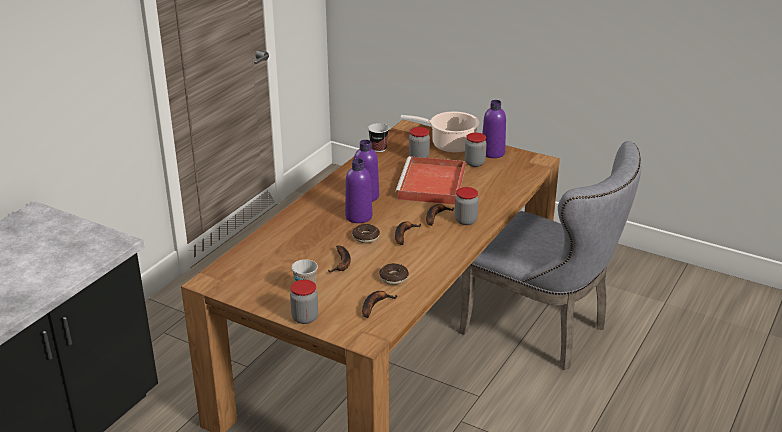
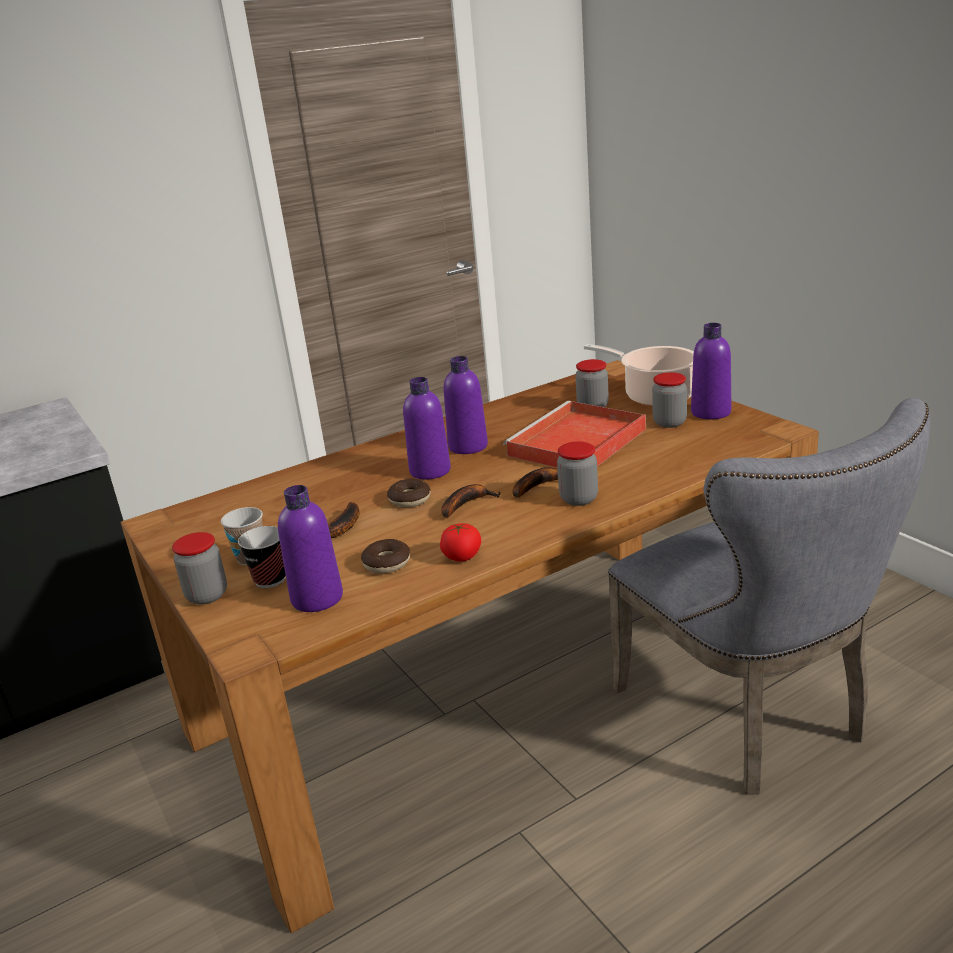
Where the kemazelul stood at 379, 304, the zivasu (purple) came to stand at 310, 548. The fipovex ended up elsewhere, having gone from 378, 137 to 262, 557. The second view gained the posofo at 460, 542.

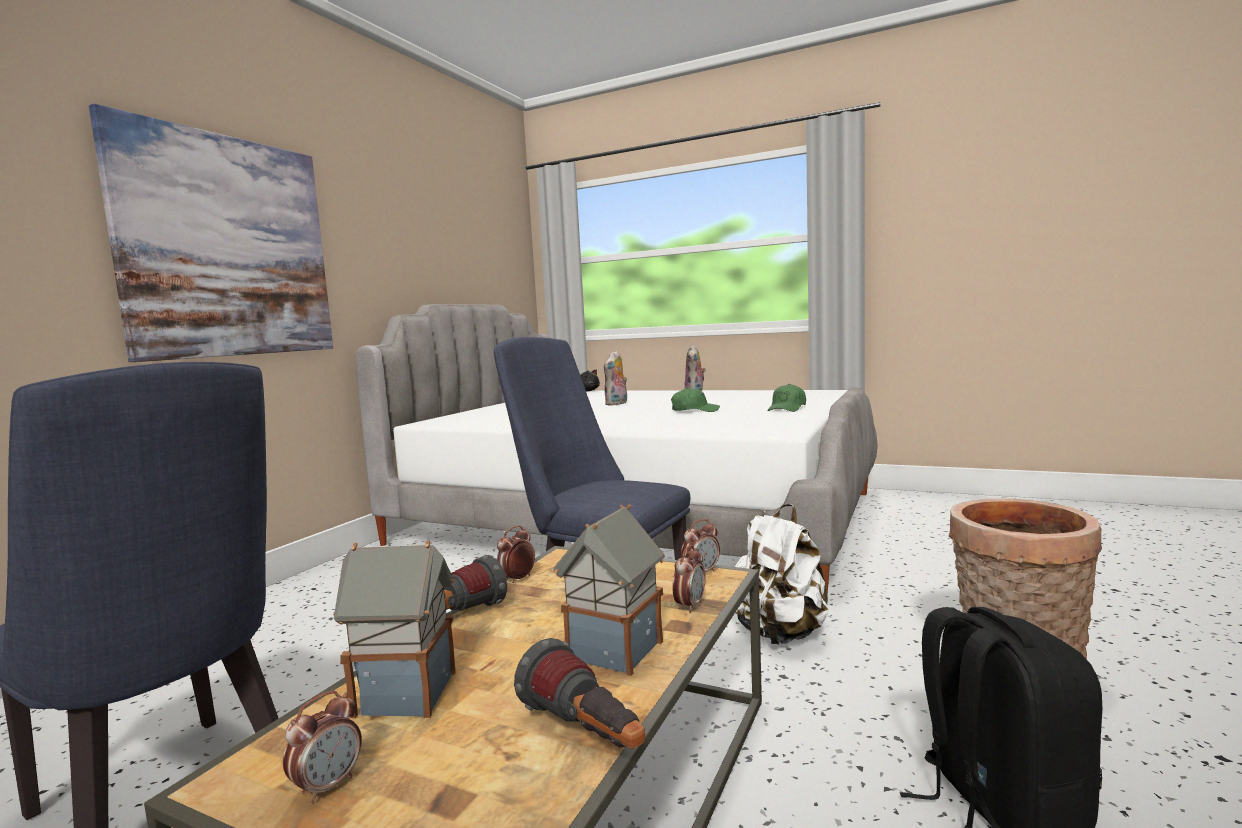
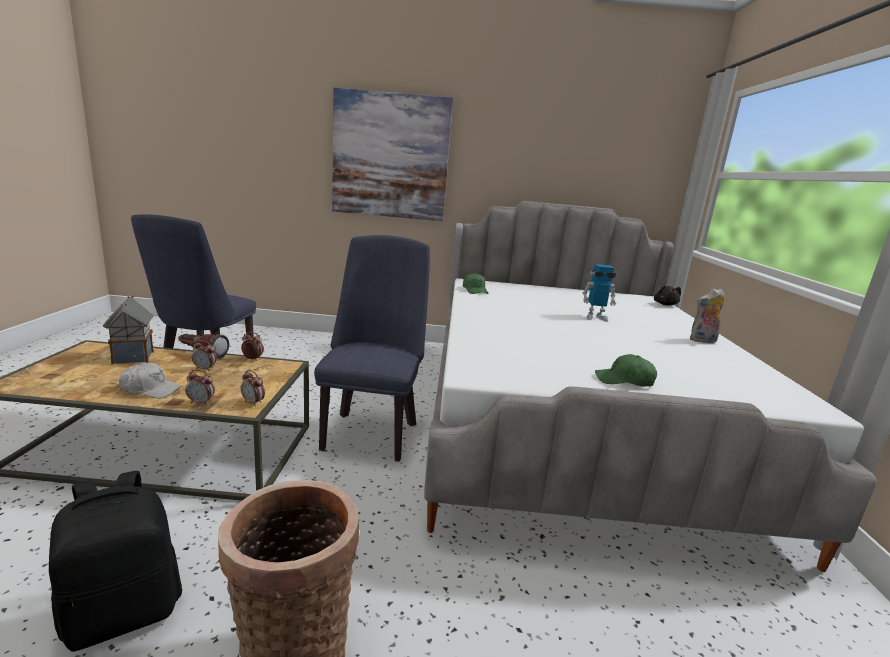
The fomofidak ended up elsewhere, having gone from 322, 747 to 204, 355. The second view lost the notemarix at 579, 693. Where the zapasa stood at 609, 590, the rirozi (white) came to stand at 150, 381. Where the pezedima stood at 615, 378, the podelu came to stand at 599, 293. The rirozi (green) ended up elsewhere, having gone from 695, 399 to 476, 283. The second view lost the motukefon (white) at 782, 574.

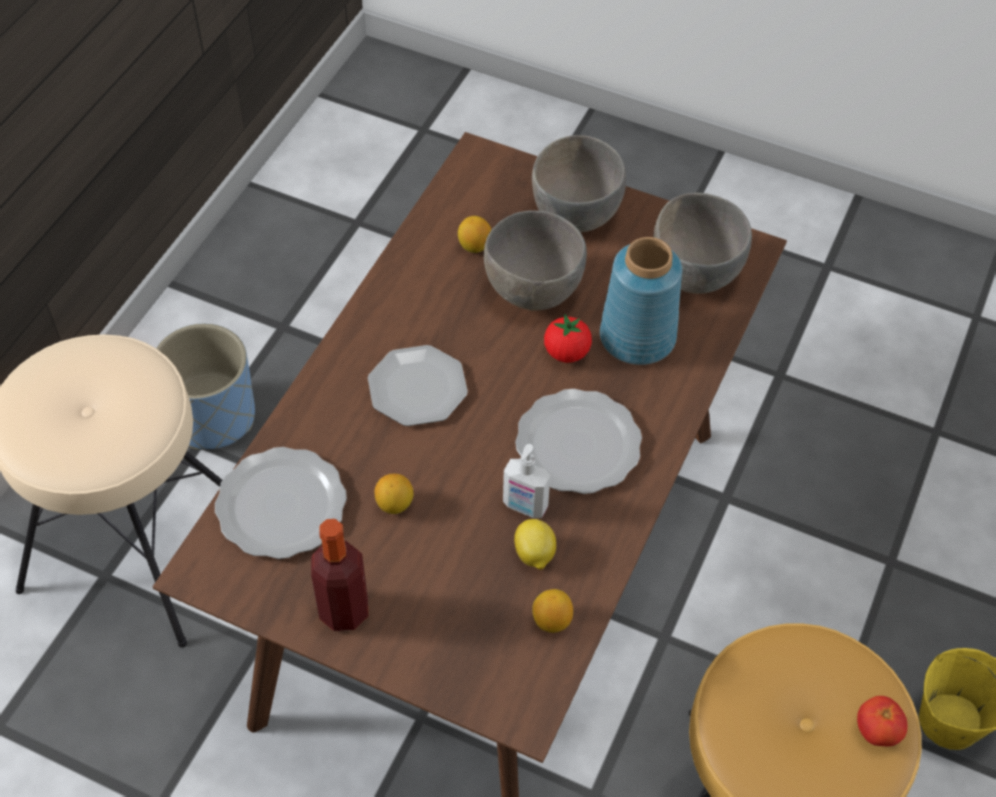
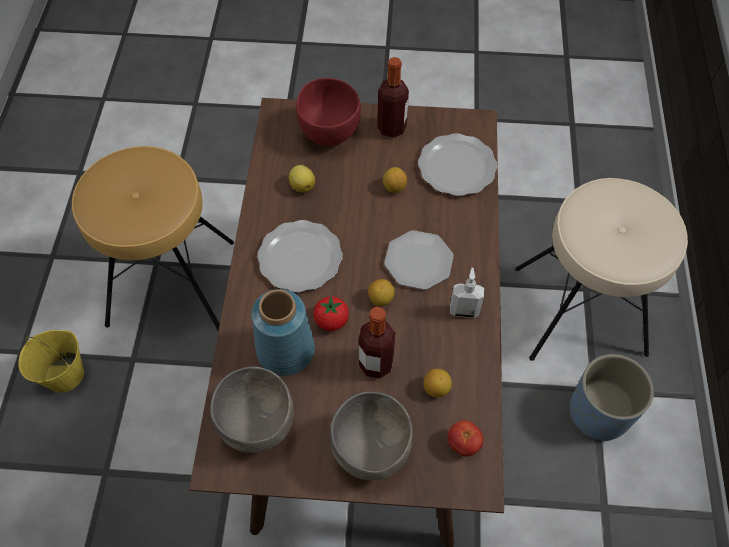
Where the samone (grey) stood at 535, 260, the zivasu came to stand at 377, 343. The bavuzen ended up elsewhere, having gone from 526, 481 to 467, 292. The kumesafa ended up elsewhere, having gone from 552, 611 to 381, 292. The posofo ended up elsewhere, having gone from 882, 721 to 466, 438. The second view gained the samone (red) at 328, 112.

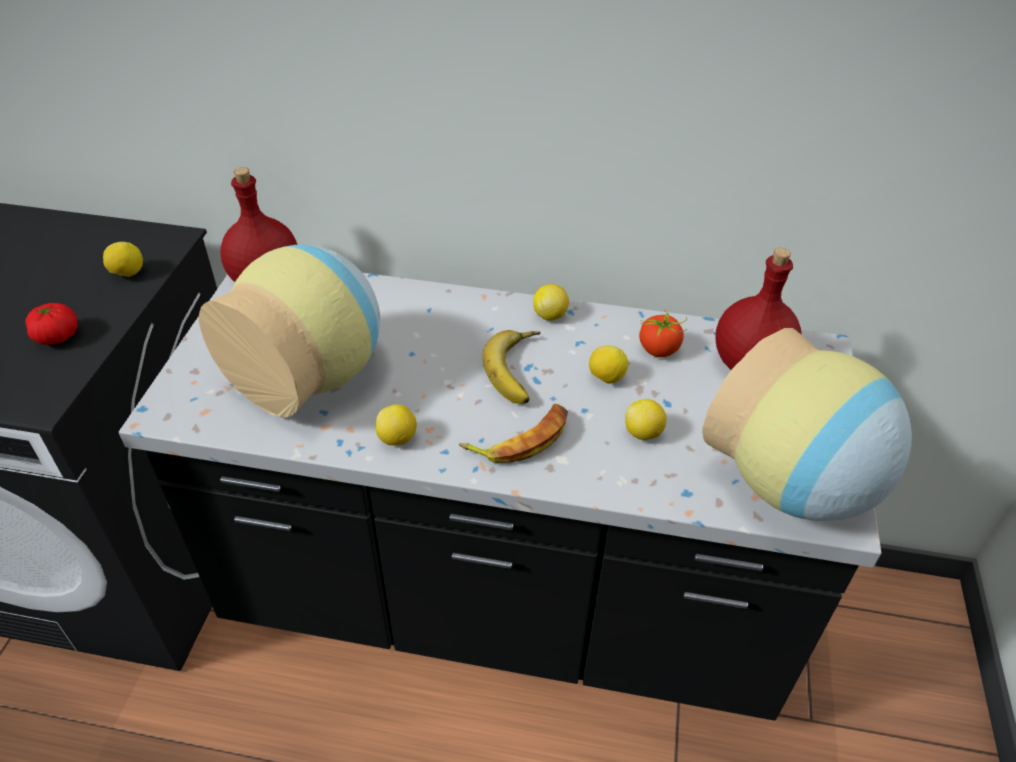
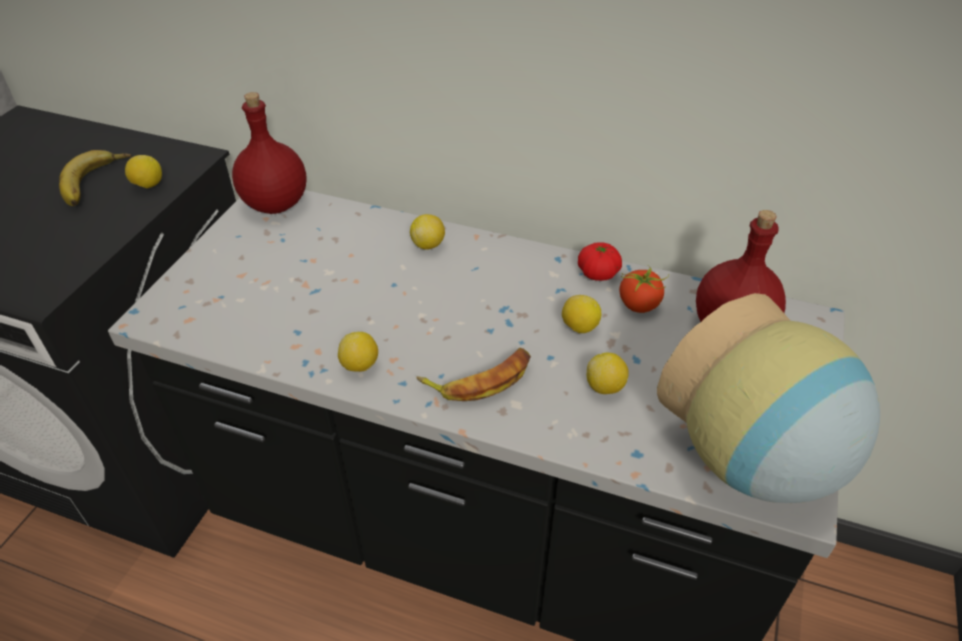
The posofo ended up elsewhere, having gone from 51, 324 to 600, 261. The second view lost the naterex at 289, 331. The kemazelul ended up elsewhere, having gone from 511, 367 to 95, 178. The kumesafa ended up elsewhere, having gone from 551, 302 to 427, 232.

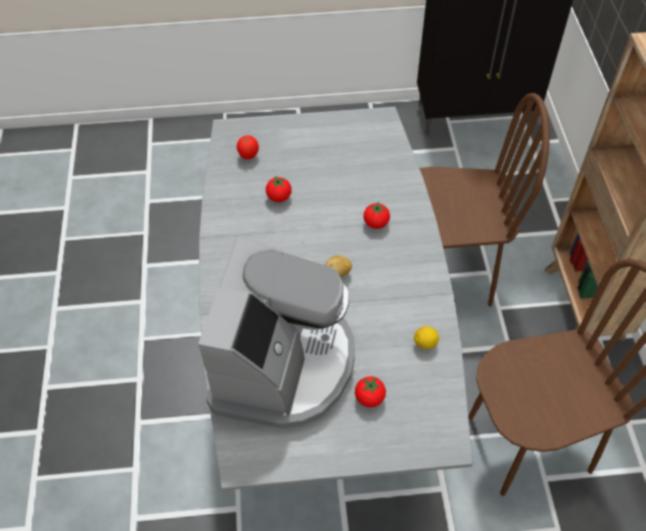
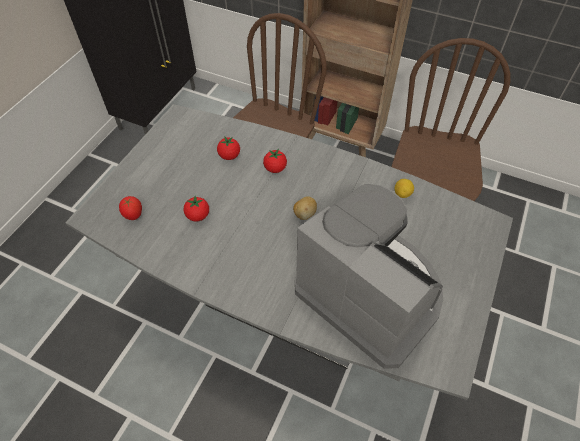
The posofo ended up elsewhere, having gone from 370, 391 to 228, 148.

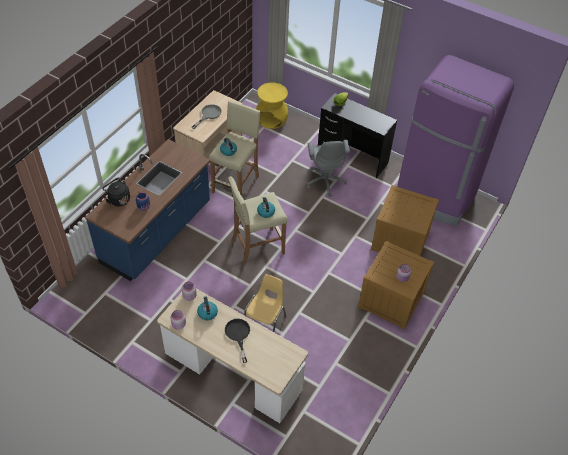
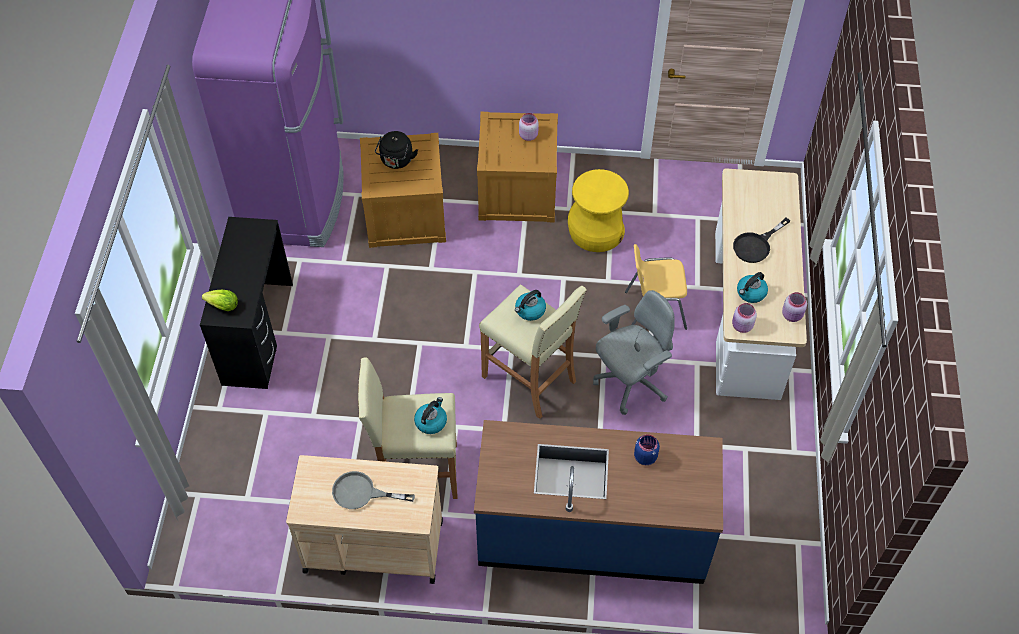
The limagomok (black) ended up elsewhere, having gone from 116, 192 to 396, 150. The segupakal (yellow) ended up elsewhere, having gone from 272, 105 to 598, 210. The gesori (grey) ended up elsewhere, having gone from 328, 168 to 634, 352.

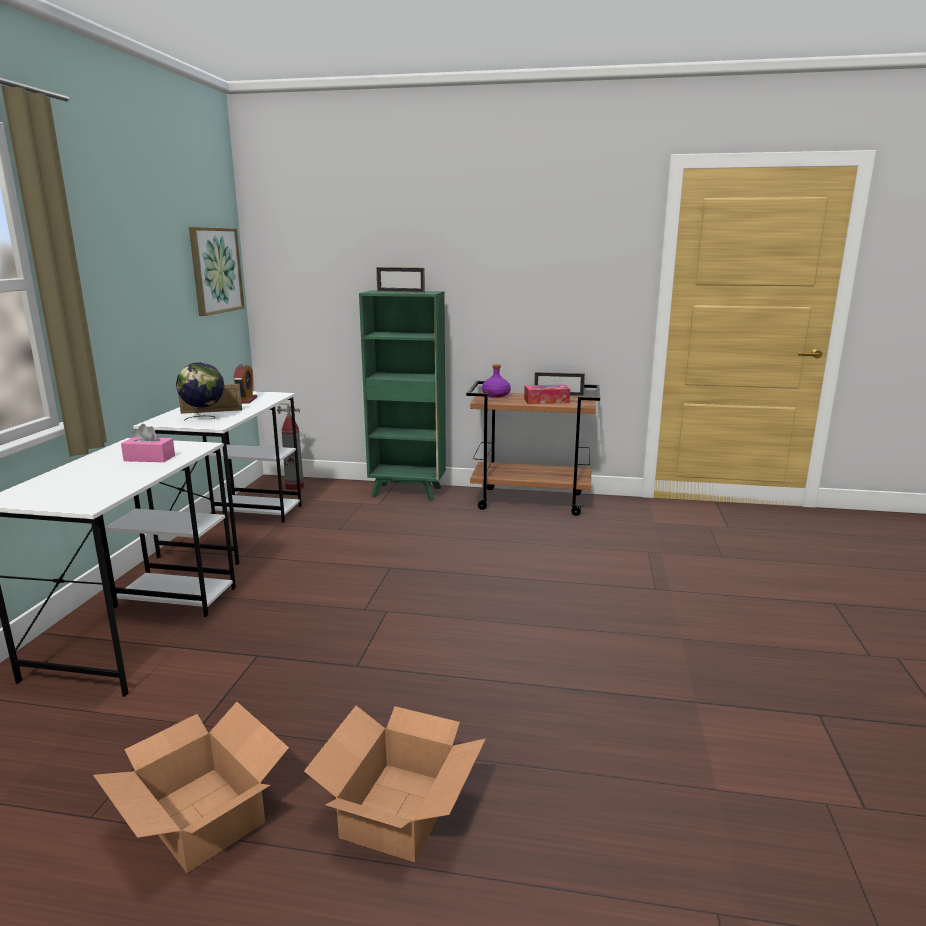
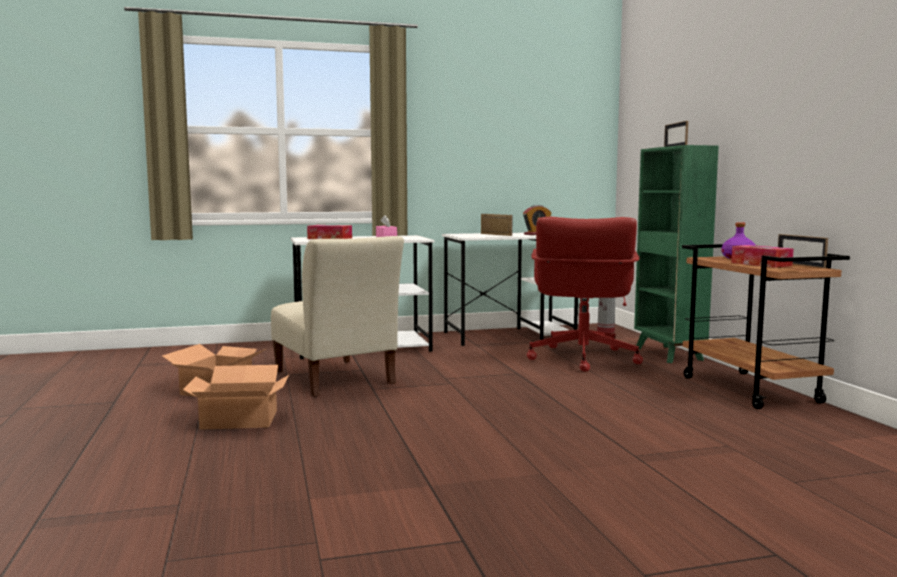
The second view lost the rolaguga at 200, 391. The second view lost the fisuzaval at 216, 271. The second view gained the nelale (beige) at 337, 316. The second view gained the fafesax at 329, 232. The second view gained the gesori (red) at 585, 294.

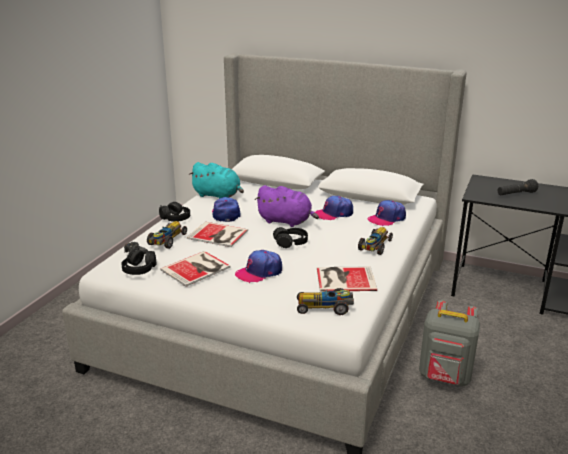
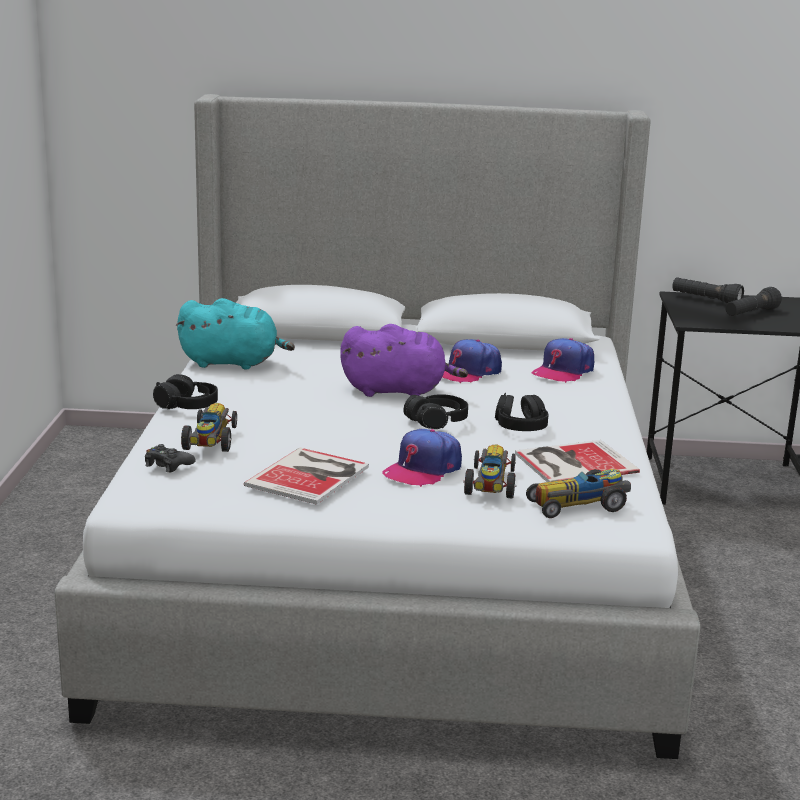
The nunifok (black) ended up elsewhere, having gone from 138, 261 to 522, 412. The second view lost the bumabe at 217, 234. The second view lost the rirozi at 226, 209. The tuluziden ended up elsewhere, having gone from 375, 241 to 490, 471. The second view lost the motukefon (grey) at 449, 343. The second view gained the notemarix (black) at 708, 290.

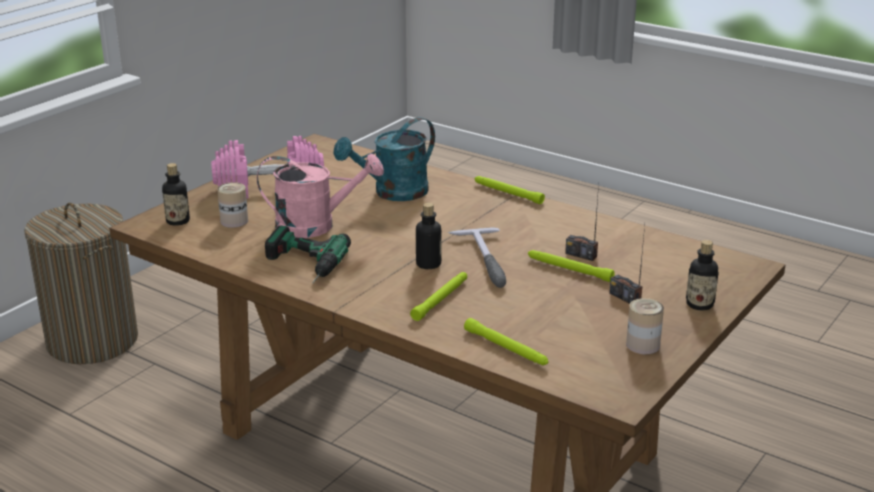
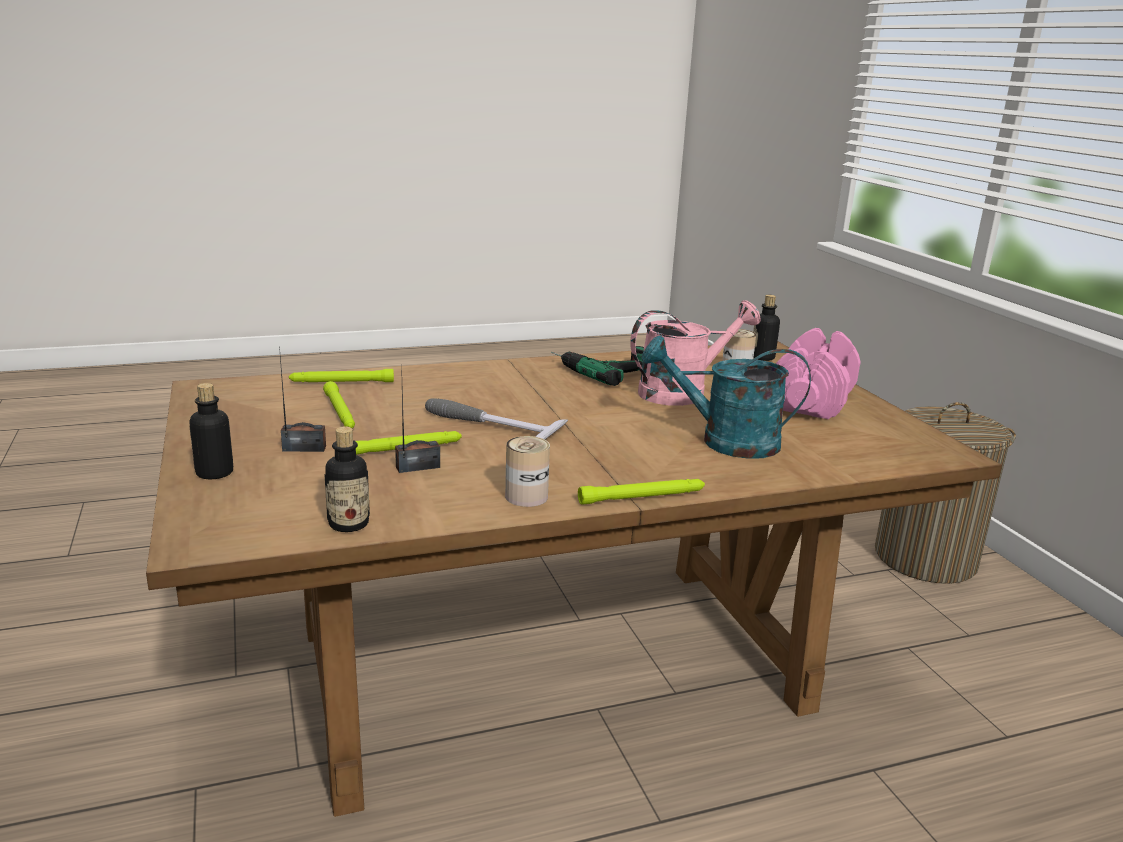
The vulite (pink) at 320, 195 ended up facing another way, 150 degrees counterclockwise from before. The vulite (turquoise) at 384, 159 ended up facing another way, 75 degrees counterclockwise from before. The notemarix (green) ended up elsewhere, having gone from 438, 296 to 339, 404. The zivasu ended up elsewhere, having gone from 428, 236 to 347, 479. The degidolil ended up elsewhere, having gone from 645, 326 to 527, 471.

